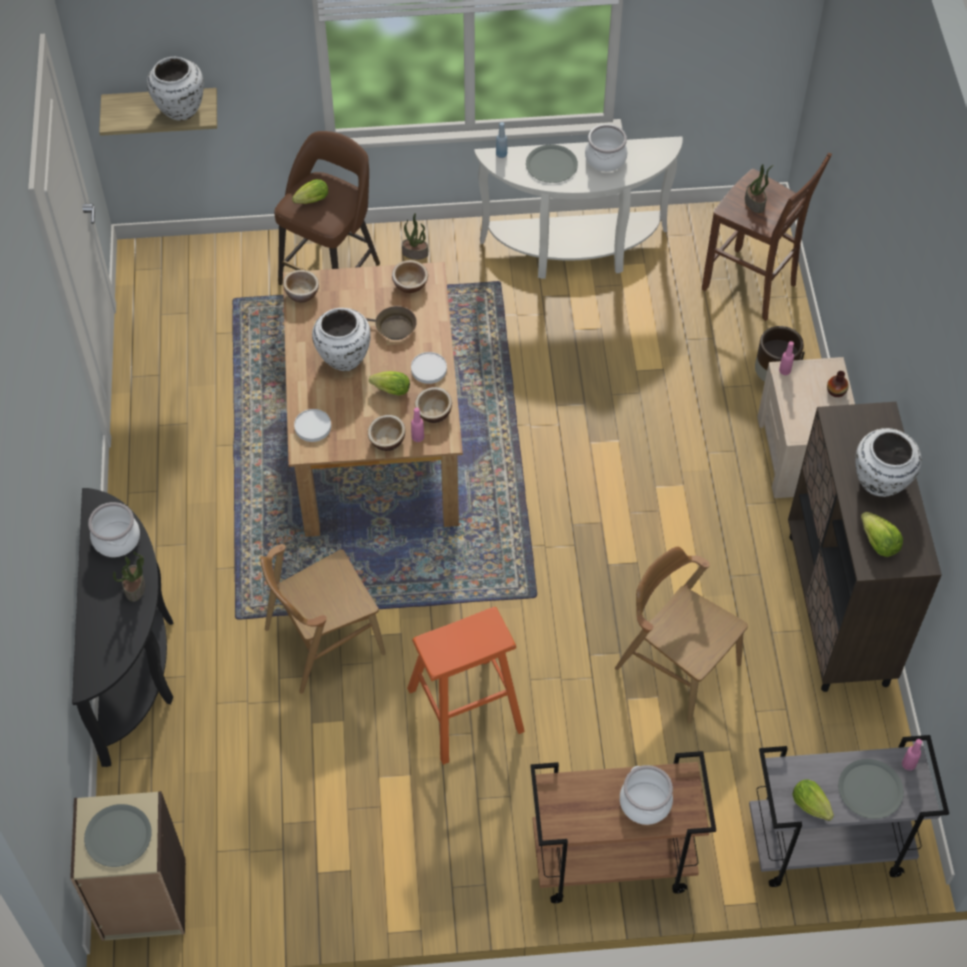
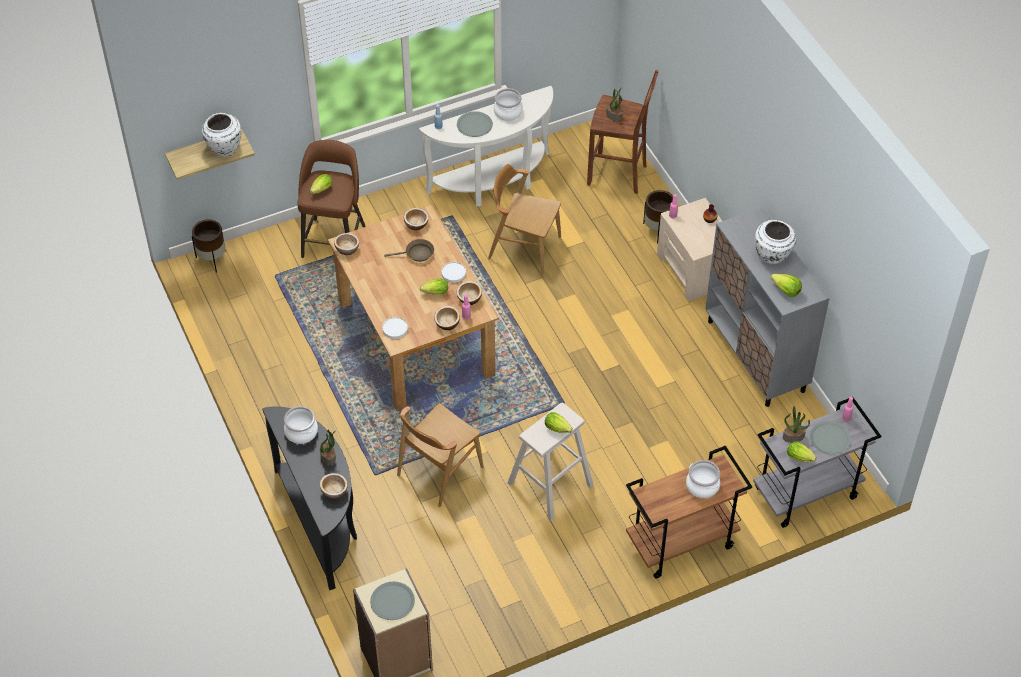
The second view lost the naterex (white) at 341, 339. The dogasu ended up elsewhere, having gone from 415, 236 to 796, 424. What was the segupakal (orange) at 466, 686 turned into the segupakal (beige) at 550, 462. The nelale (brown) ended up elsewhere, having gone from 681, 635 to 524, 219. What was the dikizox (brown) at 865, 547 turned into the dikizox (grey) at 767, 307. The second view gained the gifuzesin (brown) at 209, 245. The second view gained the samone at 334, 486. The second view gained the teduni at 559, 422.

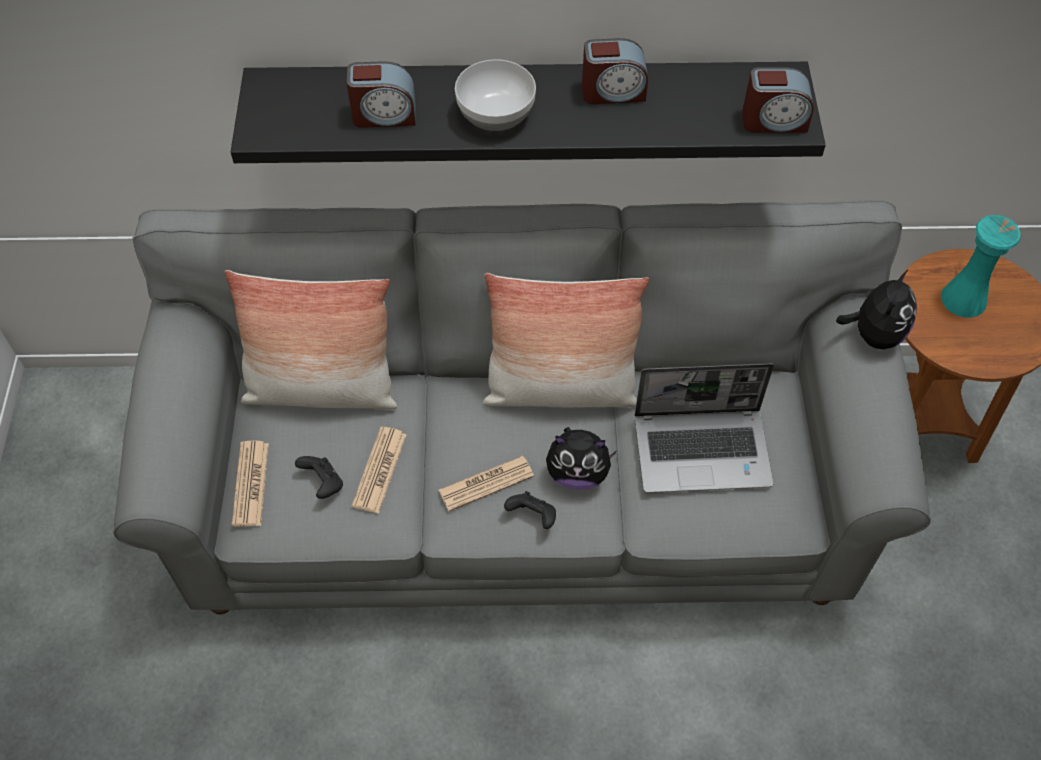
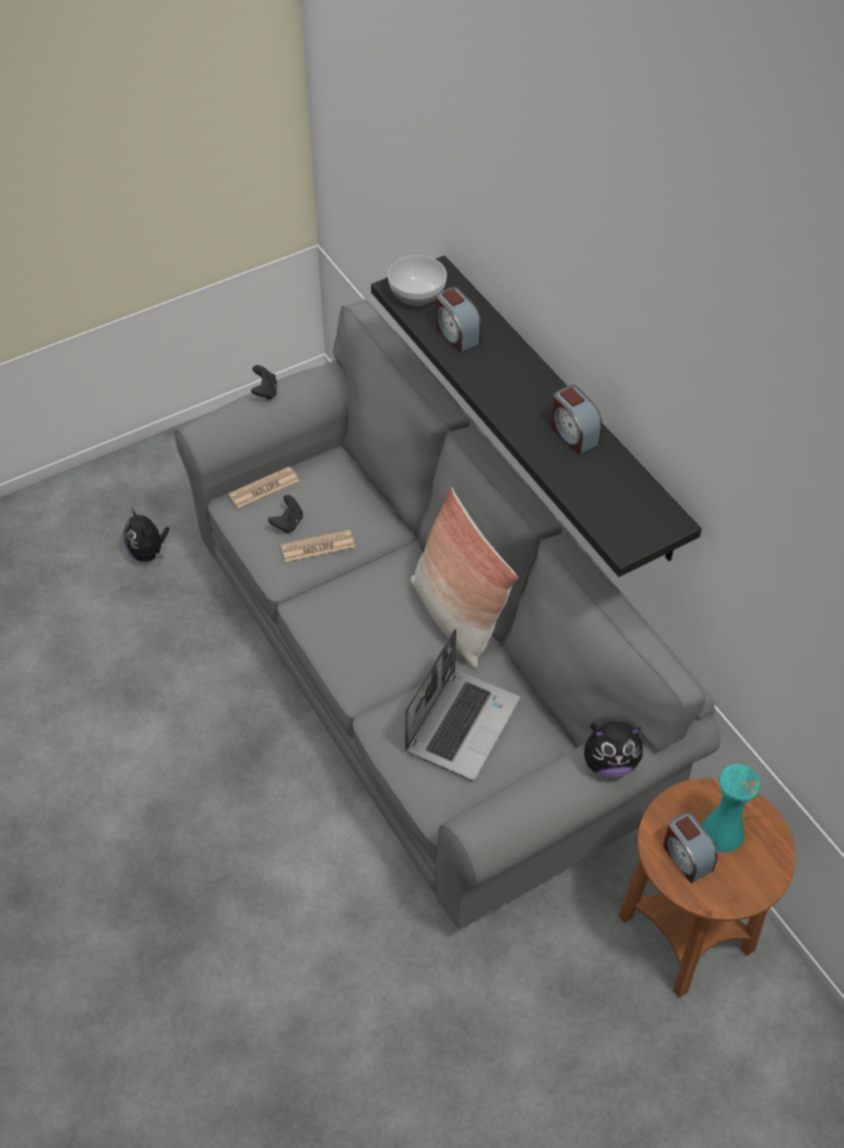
The second view lost the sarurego at 311, 340. The second view lost the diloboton at 486, 483. The samone ended up elsewhere, having gone from 495, 95 to 417, 280. The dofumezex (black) ended up elsewhere, having gone from 530, 510 to 264, 382. The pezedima ended up elsewhere, having gone from 581, 458 to 146, 535. The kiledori at 704, 428 ended up facing another way, 120 degrees counterclockwise from before. The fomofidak ended up elsewhere, having gone from 778, 100 to 690, 847.

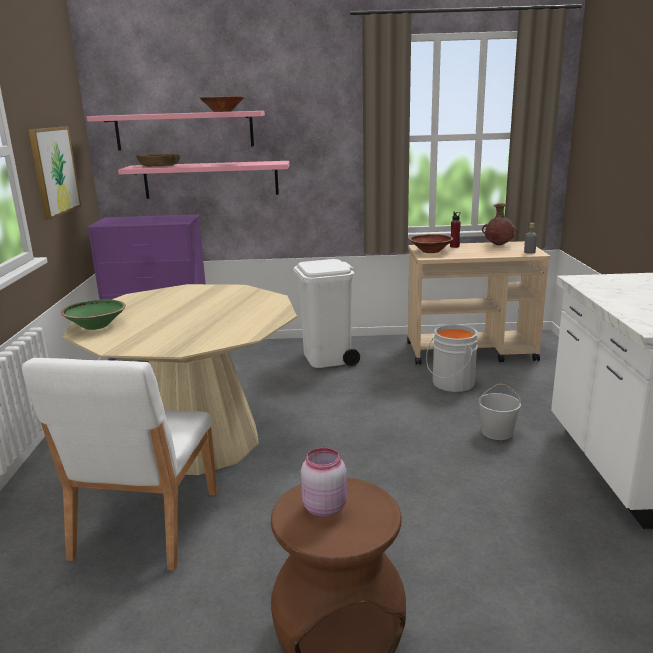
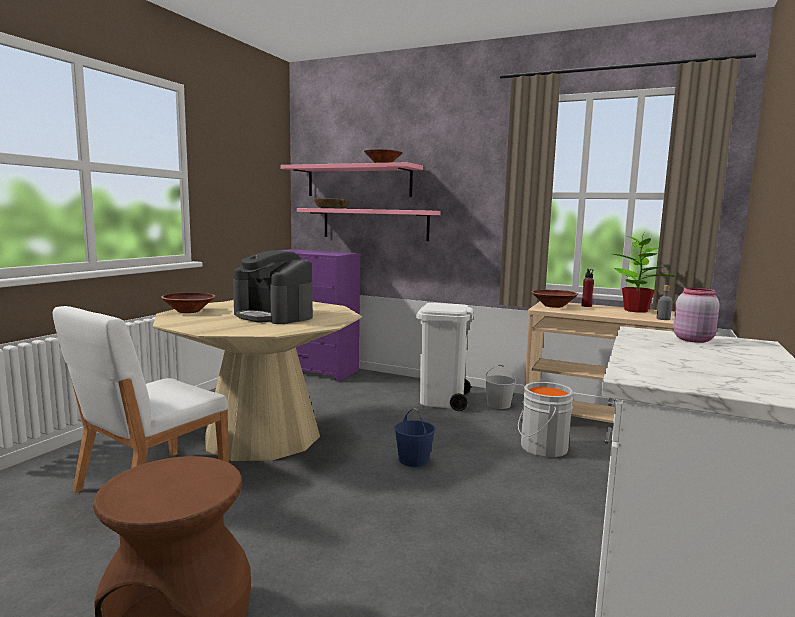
The second view lost the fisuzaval at 55, 173. What was the samone (green) at 93, 315 turned into the samone (brown) at 188, 303. The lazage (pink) ended up elsewhere, having gone from 324, 482 to 696, 315. The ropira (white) ended up elsewhere, having gone from 499, 412 to 500, 387. Where the naterex (brown) stood at 500, 224, the dogasu came to stand at 645, 273. The second view gained the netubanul at 273, 287. The second view gained the ropira (blue) at 414, 437.

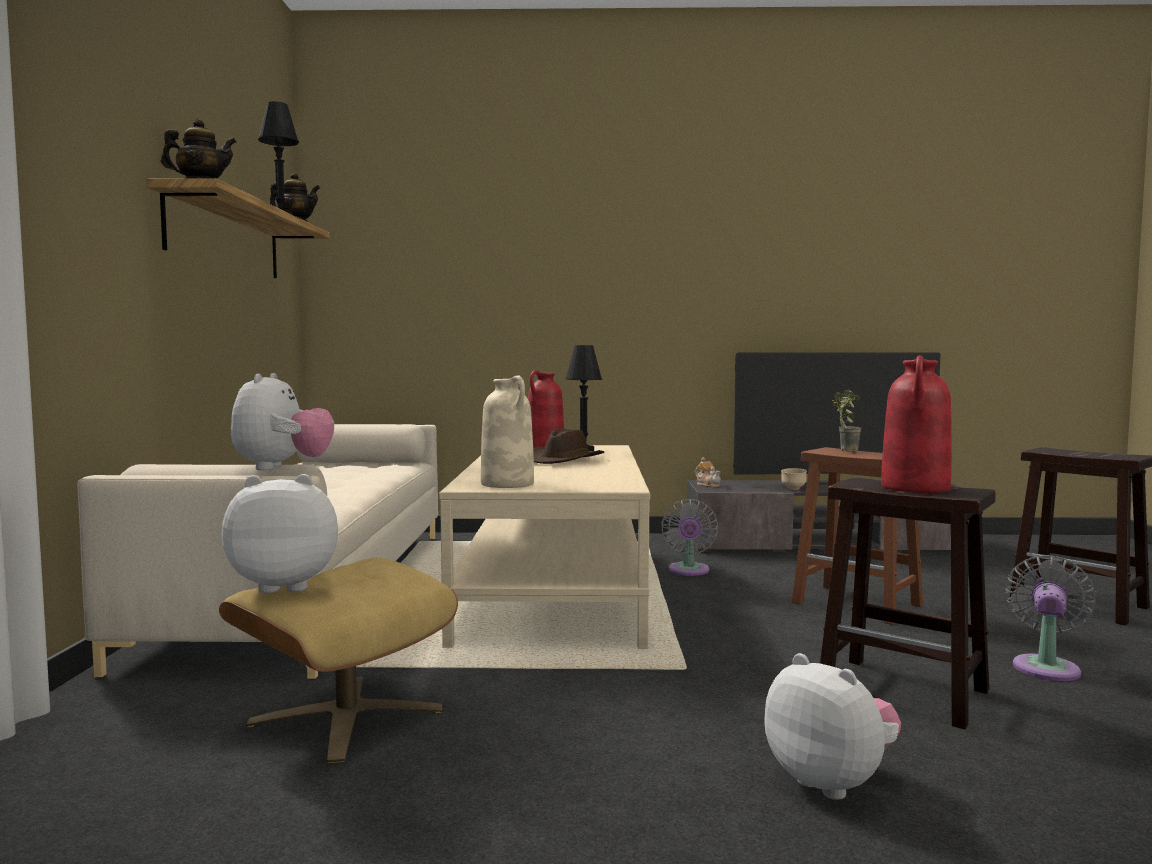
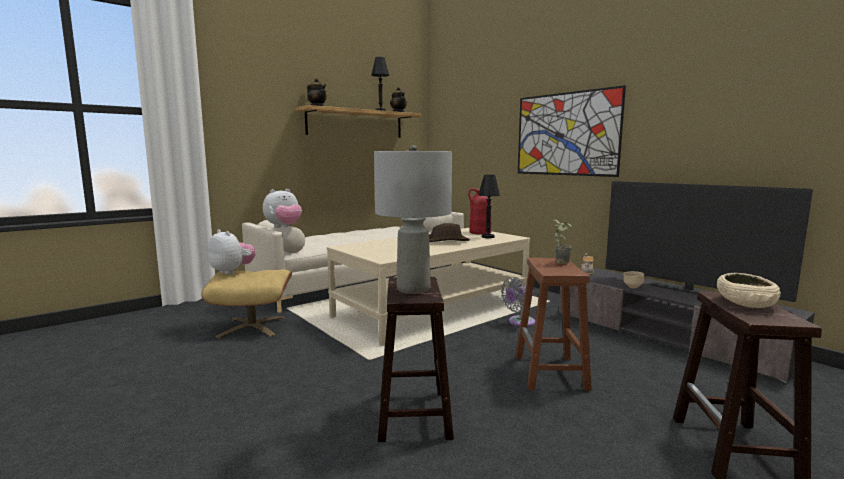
The second view lost the naterex (beige) at 507, 431. The second view lost the pezedima at 832, 726. Where the naterex (red) stood at 916, 424, the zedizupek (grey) came to stand at 413, 219. The second view lost the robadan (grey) at 1050, 618. The second view gained the fisuzaval at 572, 131. The second view gained the samone (beige) at 749, 290.

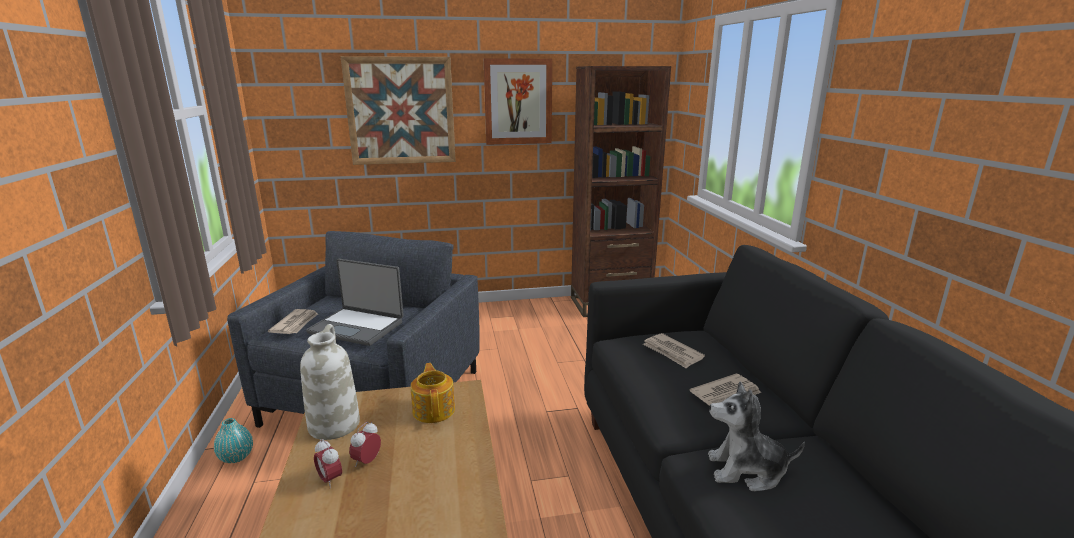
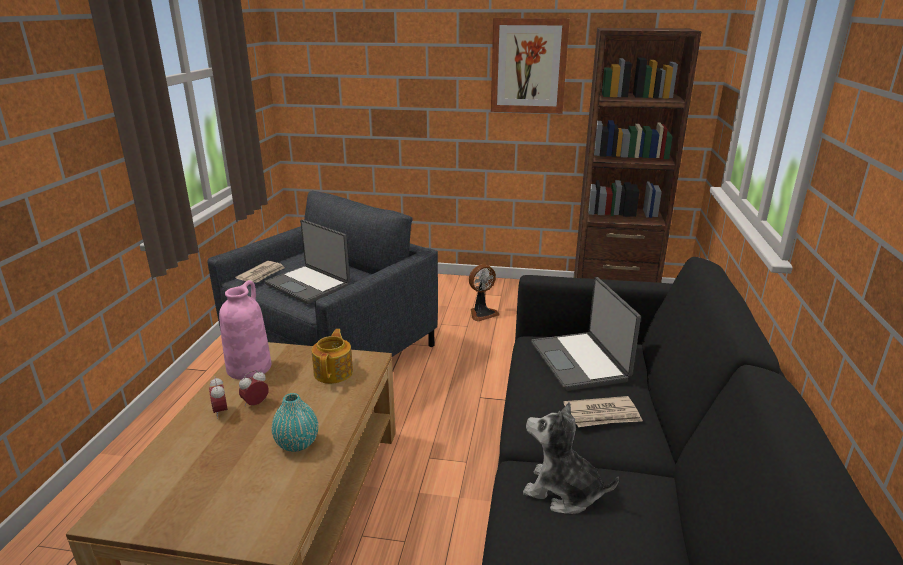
The naterex (turquoise) ended up elsewhere, having gone from 233, 440 to 295, 422. What was the naterex (white) at 330, 382 turned into the naterex (pink) at 245, 330. The second view lost the fisuzaval at 398, 110. Where the diloboton stood at 674, 351, the kiledori came to stand at 586, 334. The second view gained the robadan at 484, 293.

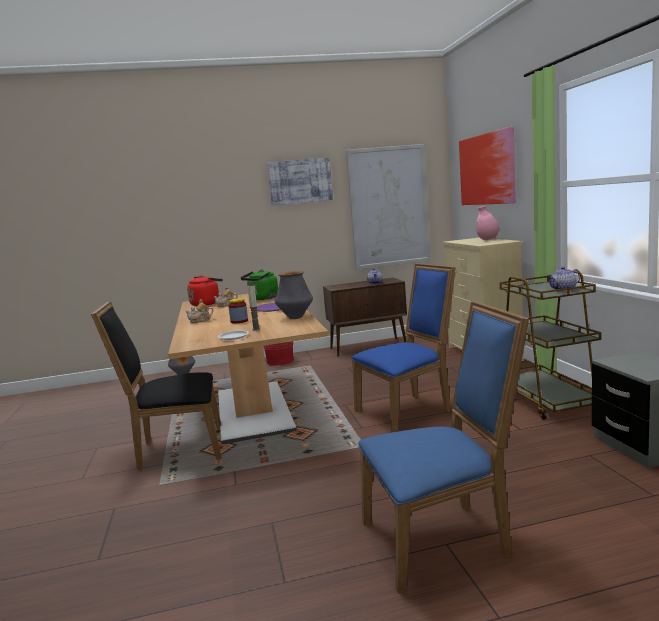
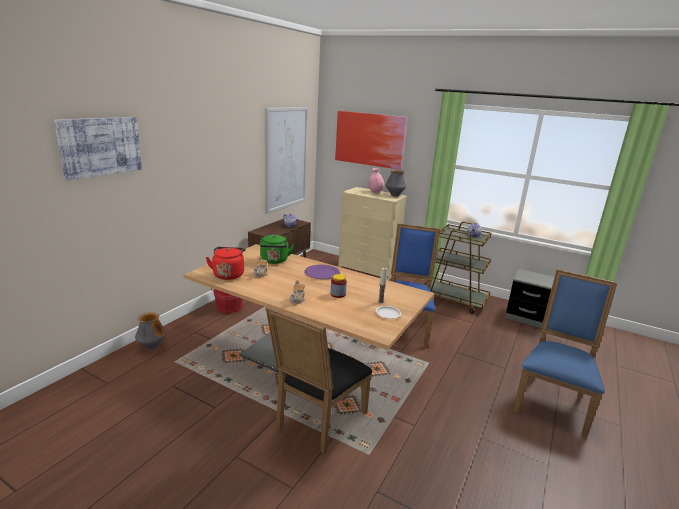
The fisuzaval ended up elsewhere, having gone from 300, 182 to 98, 149. The naterex ended up elsewhere, having gone from 294, 295 to 395, 183.

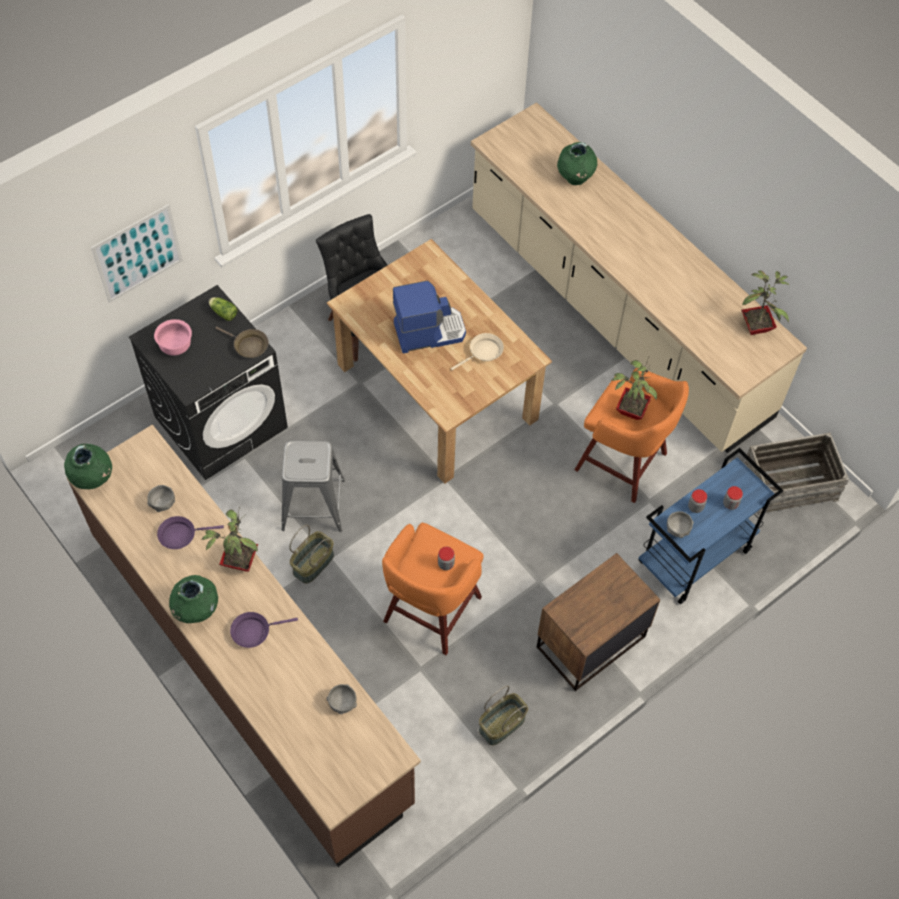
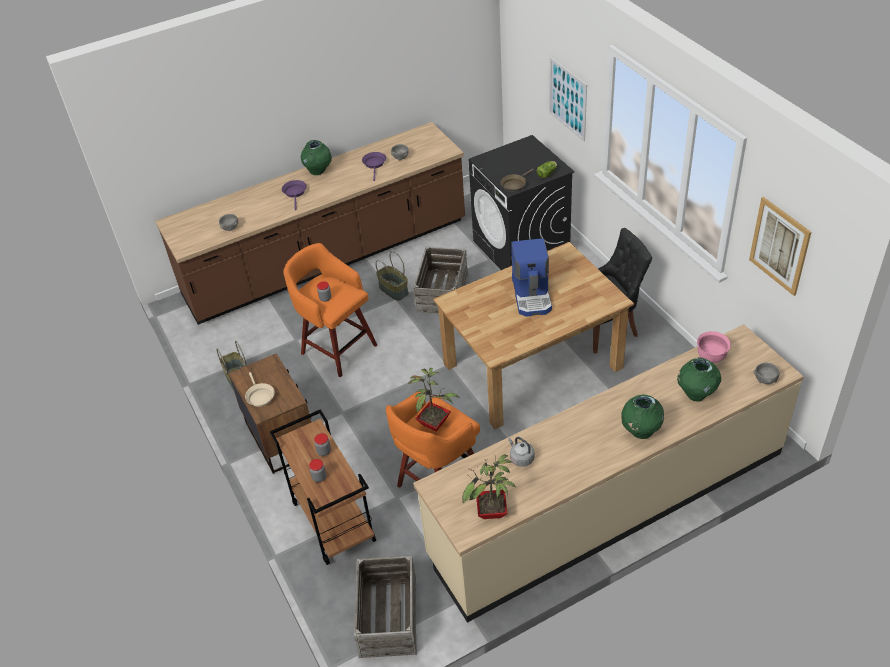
The naterex (green) ended up elsewhere, having gone from 88, 466 to 642, 416. The samone (pink) ended up elsewhere, having gone from 173, 337 to 714, 347. The second view lost the dogasu at 229, 539. Where the segupakal (grey) stood at 313, 486, the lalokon came to stand at 440, 280. The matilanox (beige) ended up elsewhere, having gone from 477, 351 to 260, 389. What was the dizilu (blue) at 711, 526 turned into the dizilu (brown) at 323, 487. The samone (grey) ended up elsewhere, having gone from 680, 524 to 767, 373. The second view gained the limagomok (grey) at 521, 452. The second view gained the fisuzaval at 780, 246.

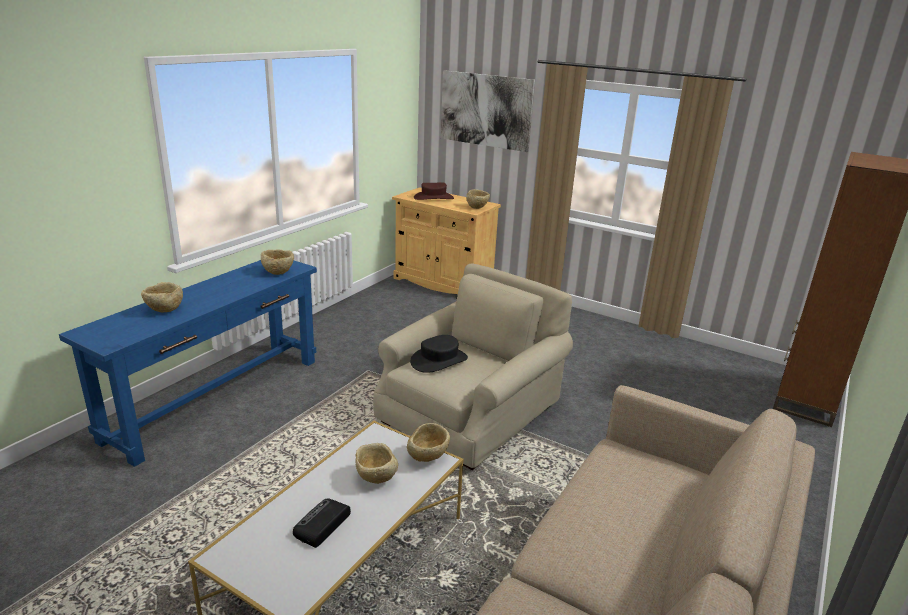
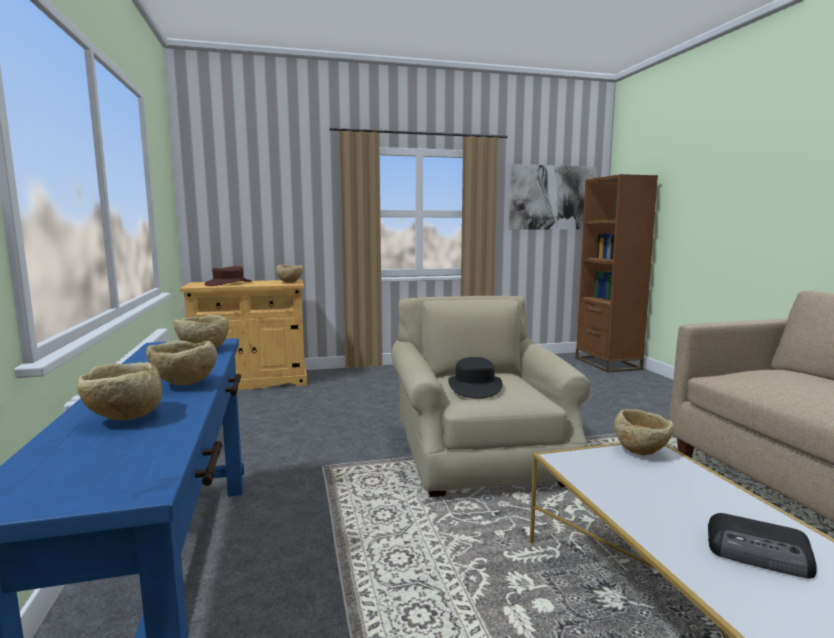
The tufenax at 322, 523 ended up facing another way, 45 degrees counterclockwise from before. The samone (beige) ended up elsewhere, having gone from 376, 463 to 181, 362. The fisuzaval ended up elsewhere, having gone from 488, 111 to 553, 196.

